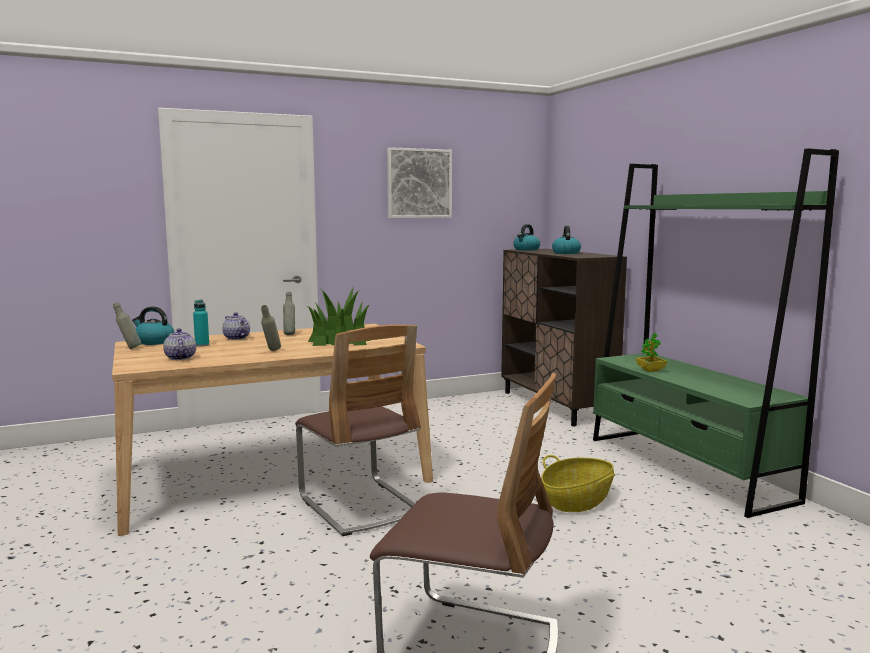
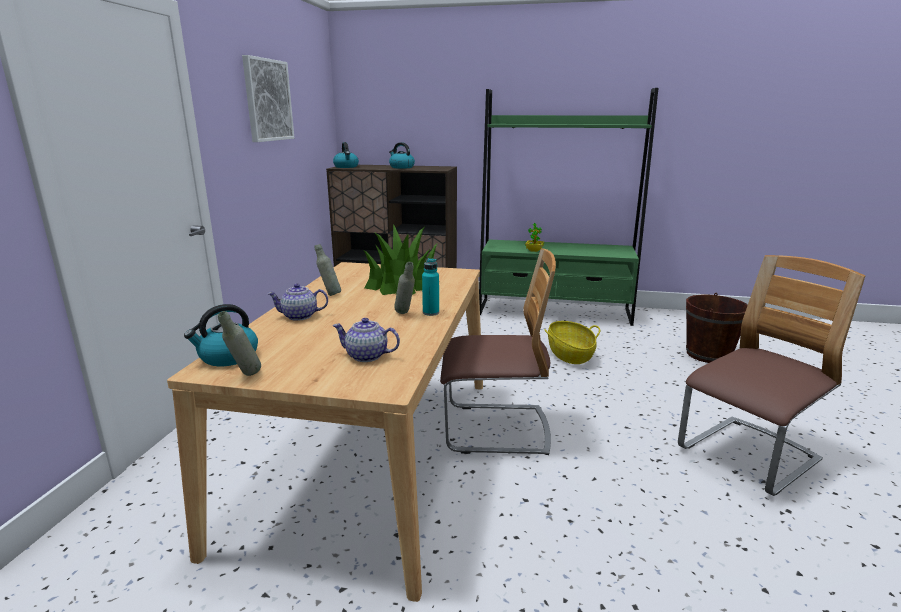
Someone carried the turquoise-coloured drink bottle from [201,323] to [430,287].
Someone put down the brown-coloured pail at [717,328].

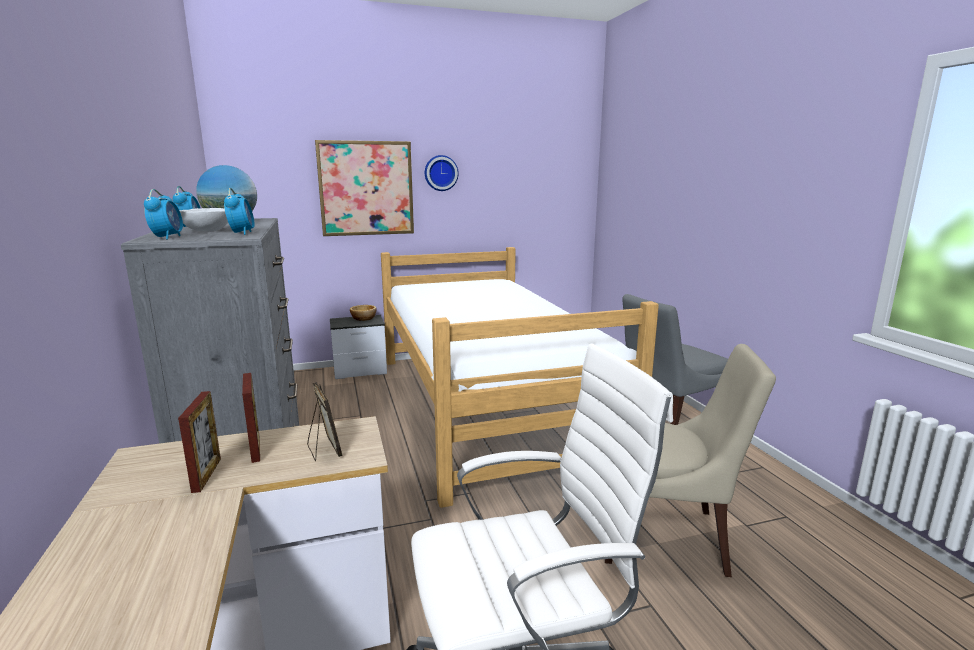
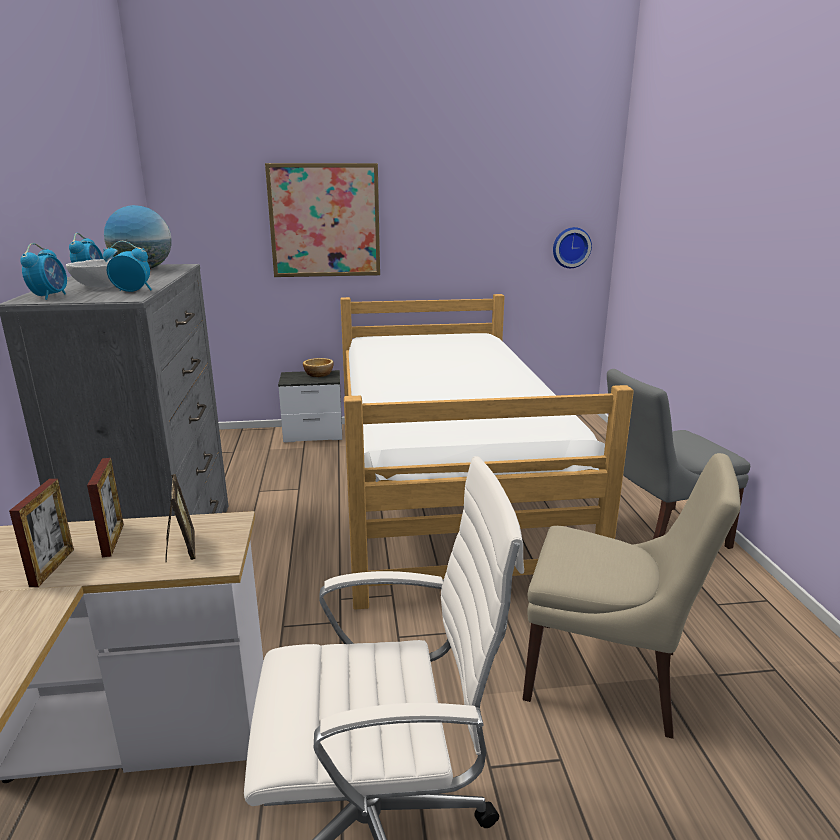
Someone carried the wall clock from [442,173] to [572,247].
Someone rotated the bedside clock at [239,211] by 90 degrees counterclockwise.

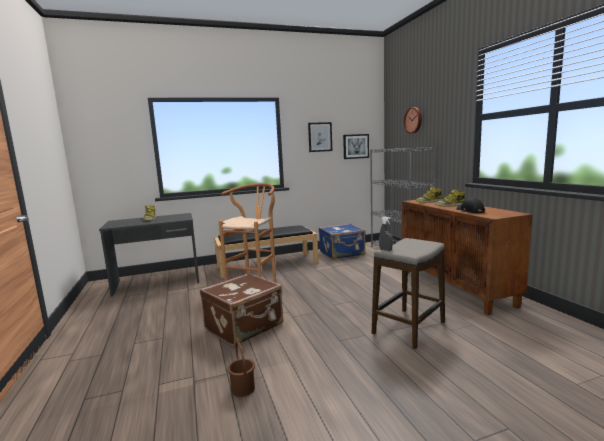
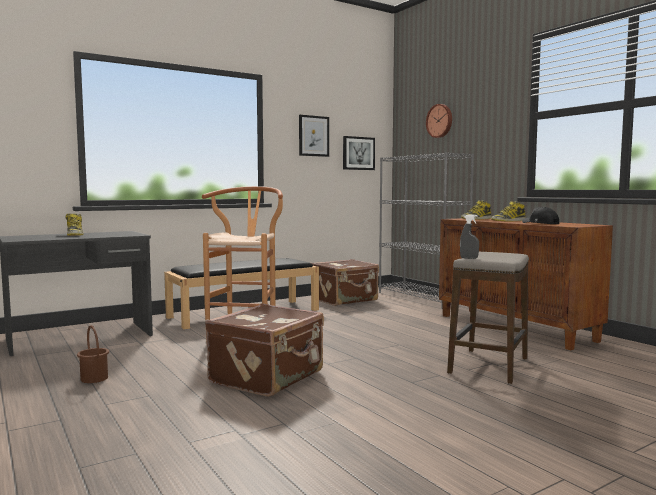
Someone repainted the blue suitcase at [341,241], which became the brown-coloured suitcase at [345,282].
Someone carried the brown-coloured pail from [241,369] to [93,354].

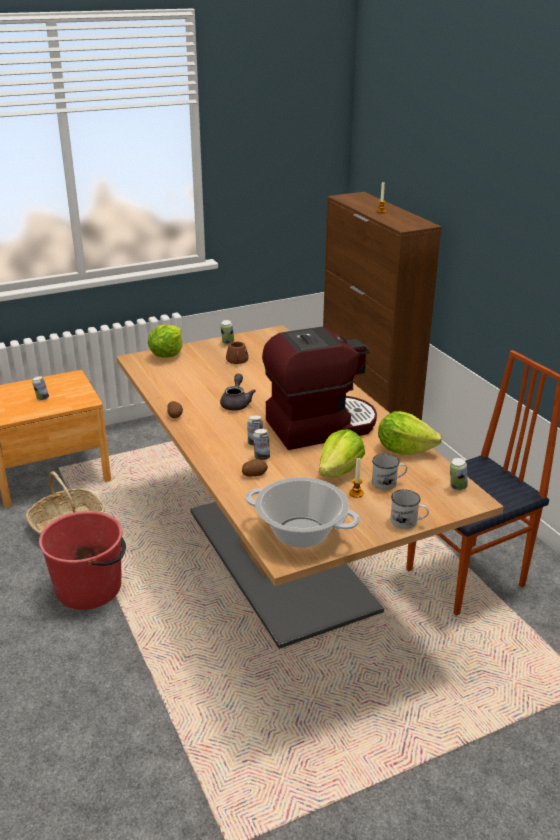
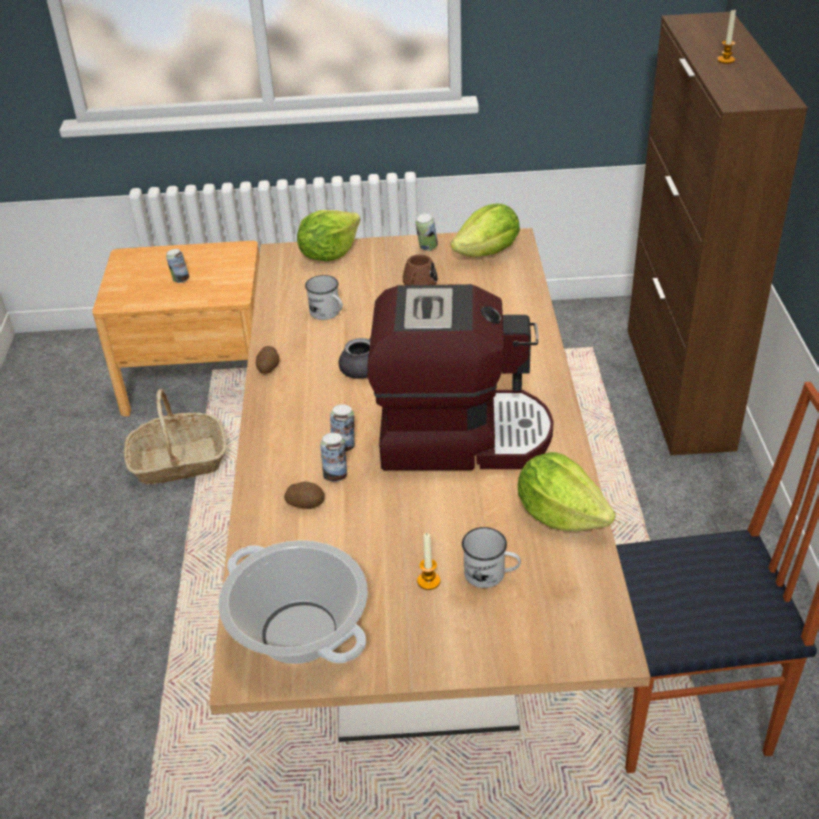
Someone carried the lettuce head from [342,453] to [485,230].
Someone took away the sealed can at [459,474].
Someone carried the white tea mug from [410,509] to [324,297].
Someone took away the red pail at [82,560].

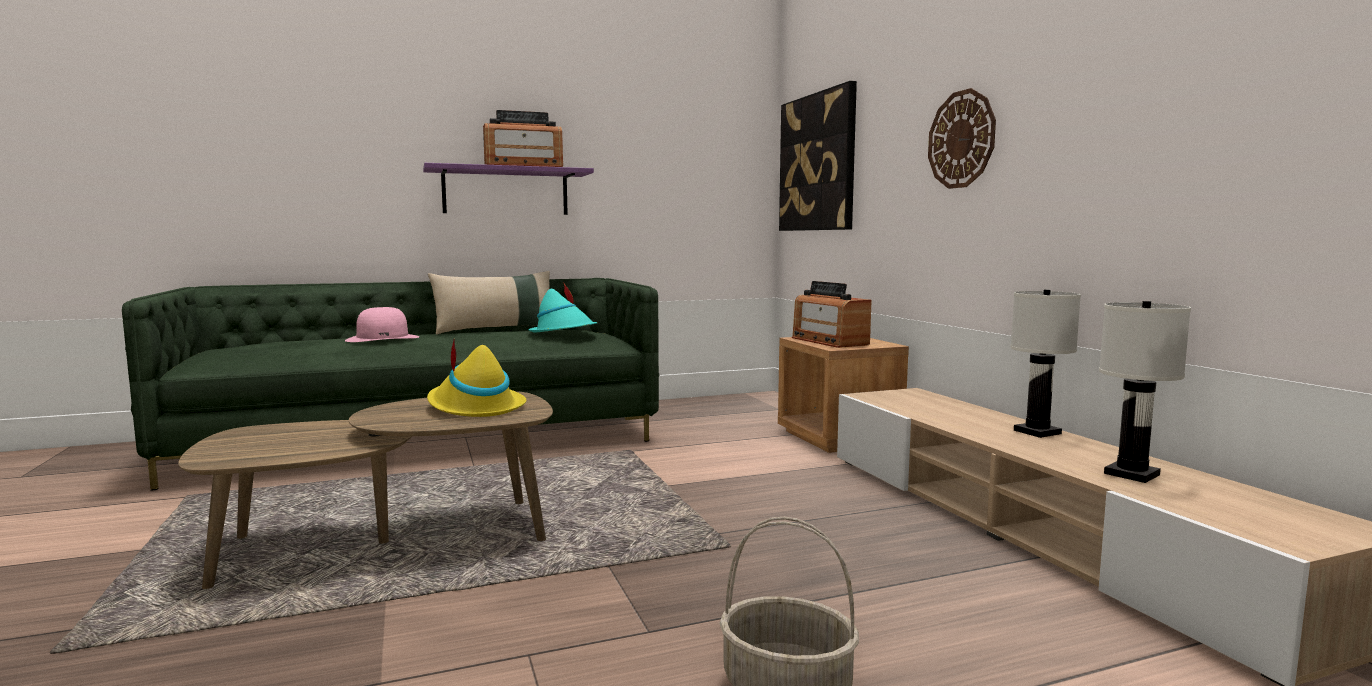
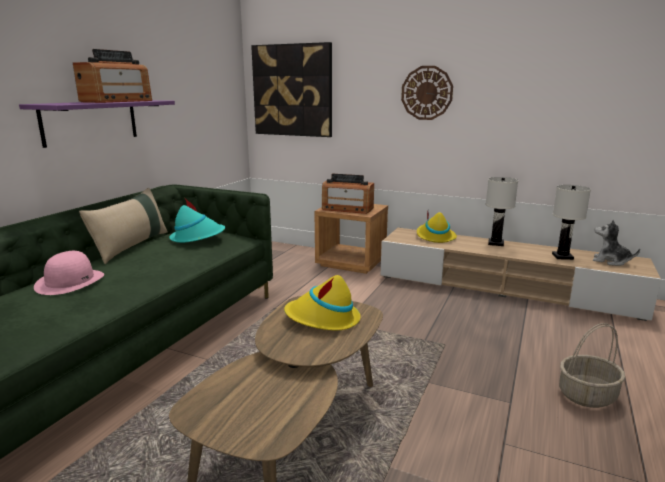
Someone put down the yellow wearable hat at [437,227].
Someone put down the cuddly toy at [616,243].

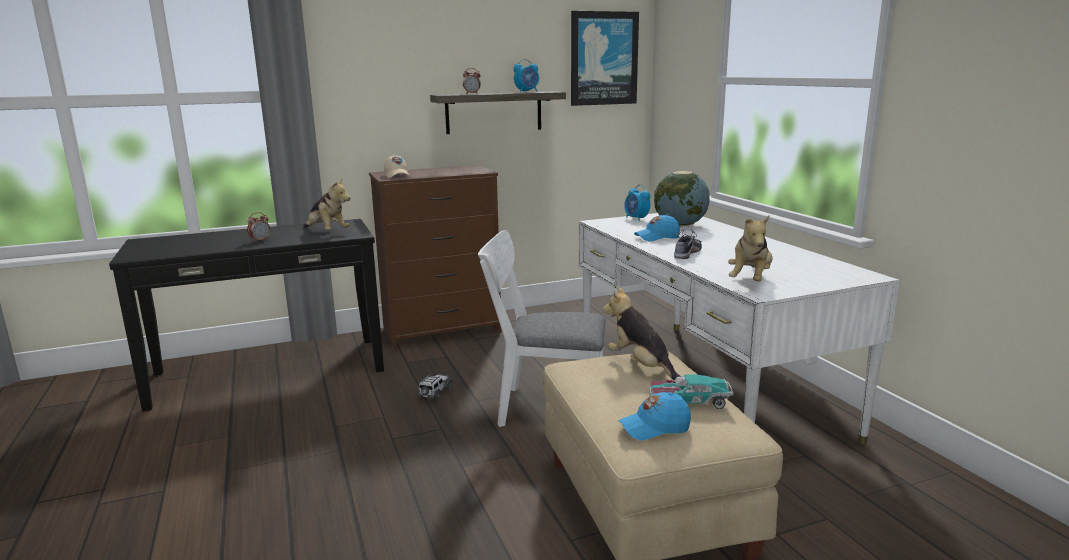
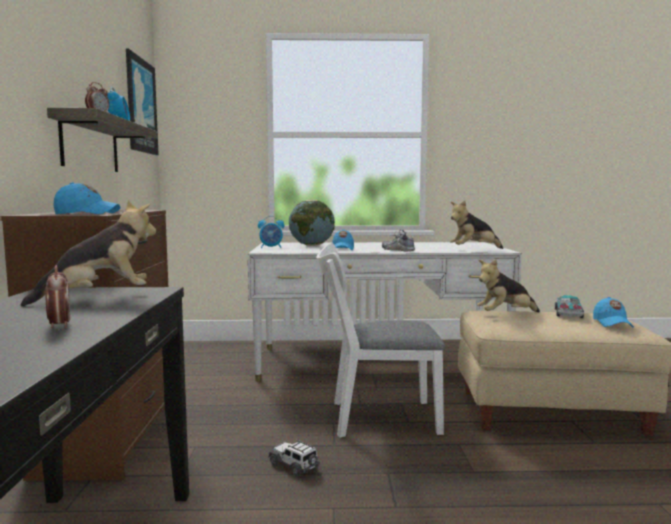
Someone repainted the beige baseball cap at [397,166], which became the blue baseball cap at [86,198].
Someone rotated the cuddly toy at [750,248] by 120 degrees clockwise.
Someone rotated the white upright chair at [541,328] by 60 degrees clockwise.

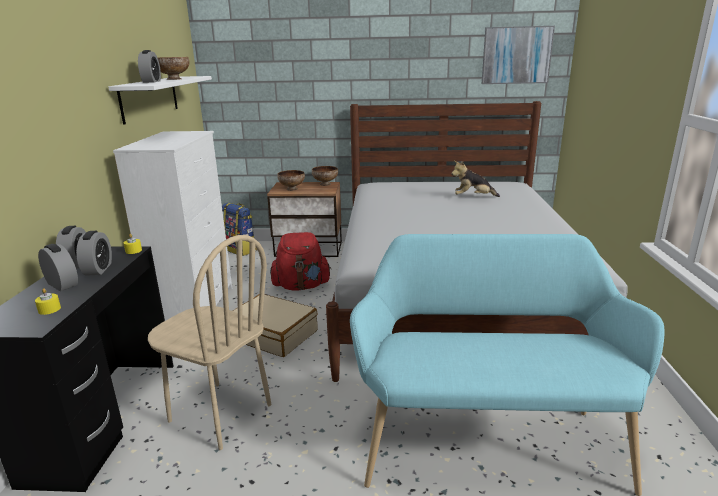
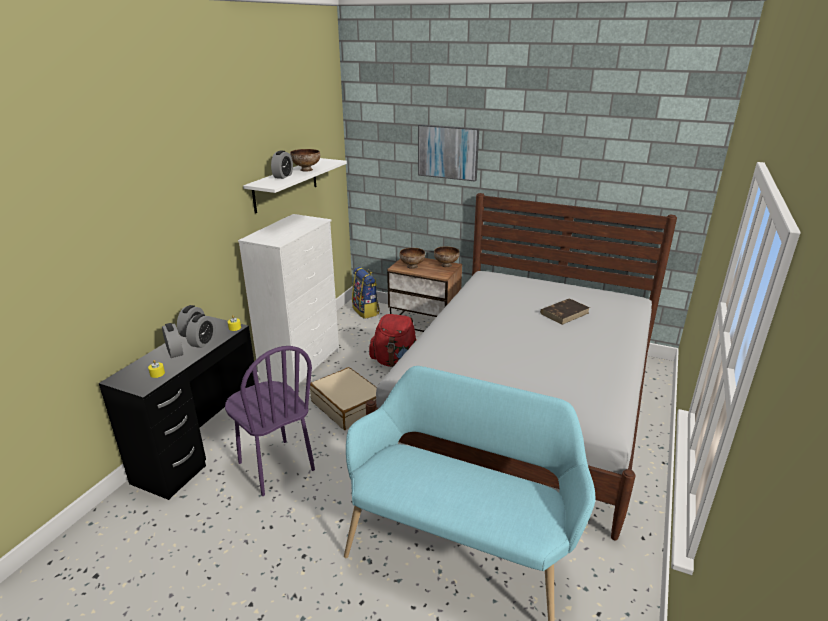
Someone carried the wall art from [518,55] to [448,153].
Someone swapped the cuddly toy at [475,179] for the brown-coloured volume at [565,312].
Someone repainted the beige upright chair at [209,342], which became the purplish upright chair at [270,421].

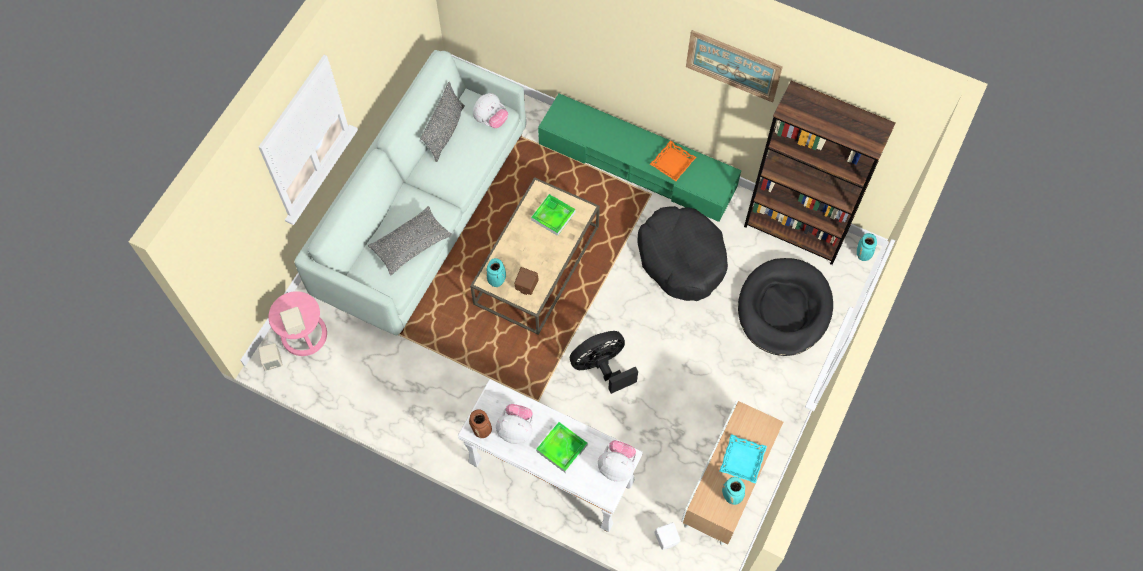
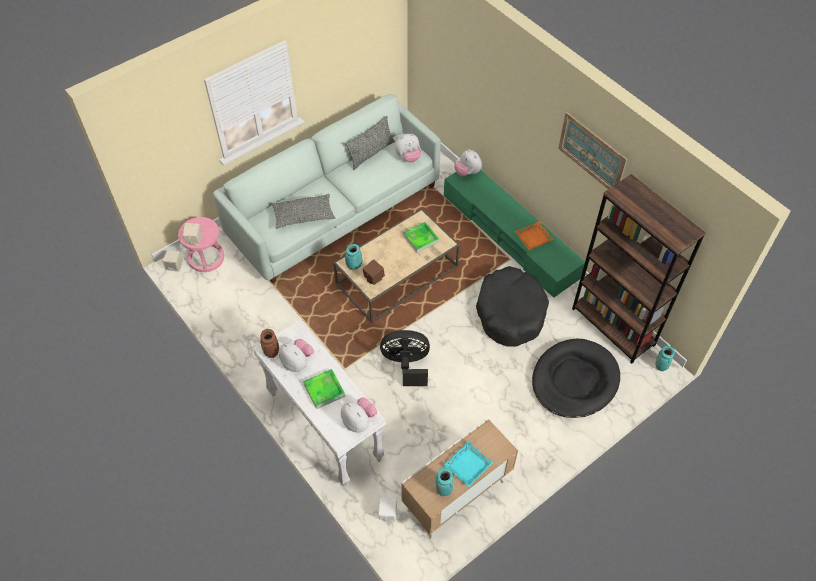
Someone put down the cuddly toy at [468,162].

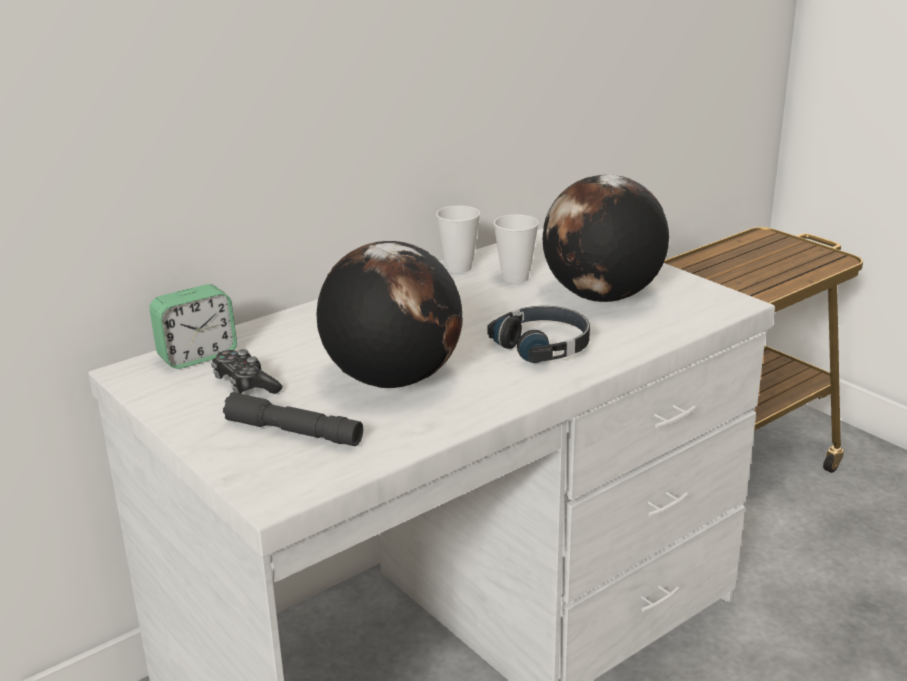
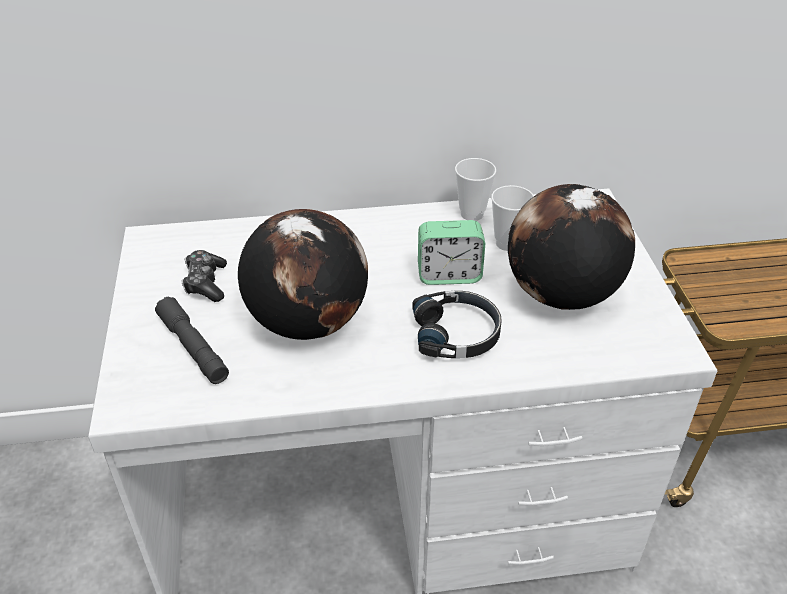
Someone carried the bedside clock from [193,326] to [451,252].

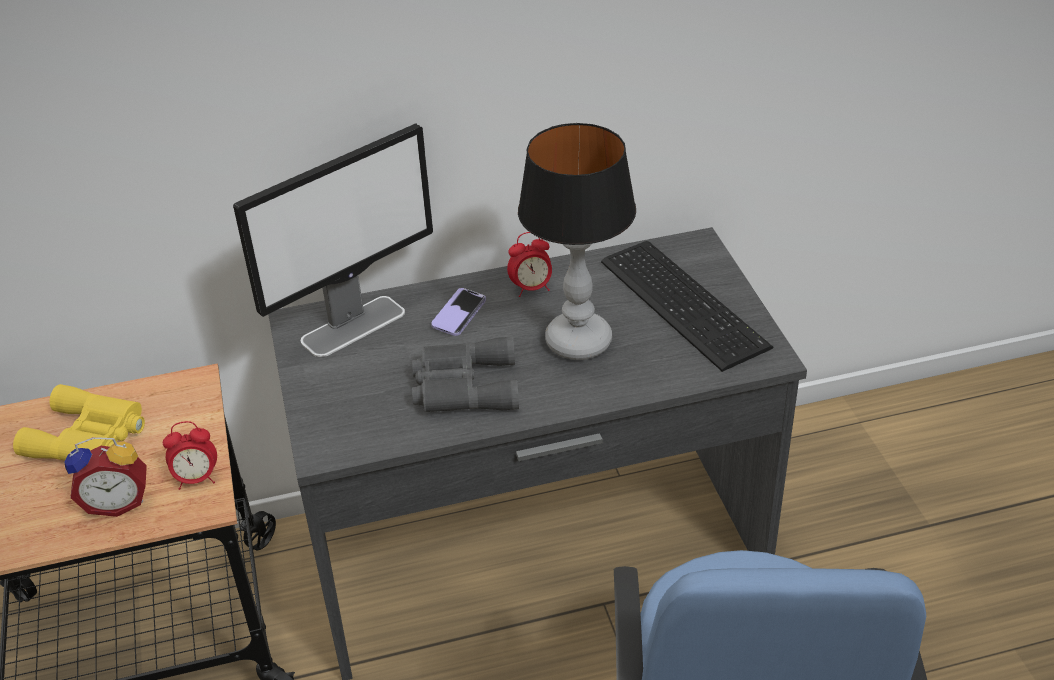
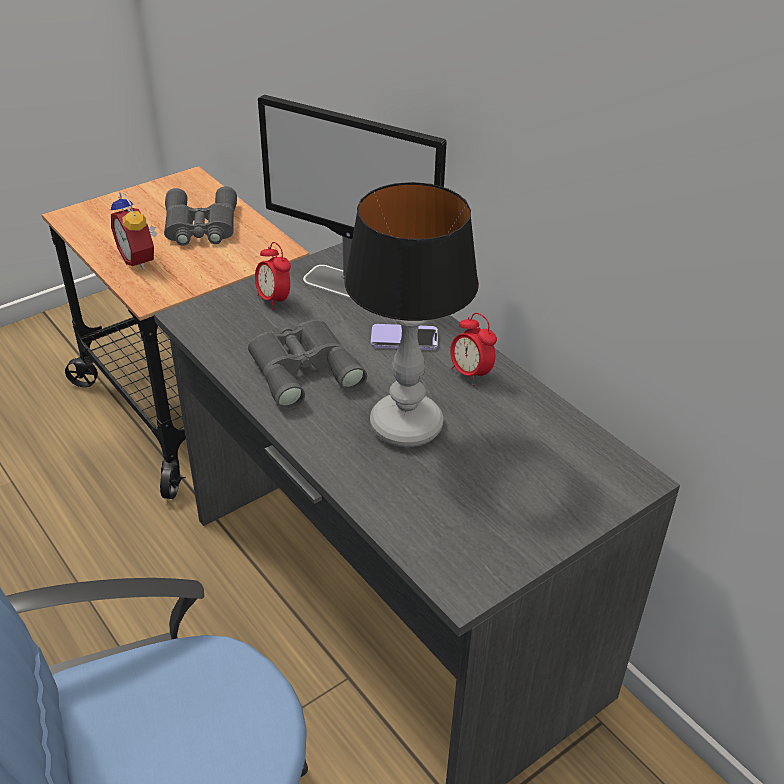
Someone took away the keyboard at [687,306].
Someone repainted the yellow binoculars at [79,422], which became the gray binoculars at [200,216].
Someone carried the bedside clock from [190,455] to [273,276].

